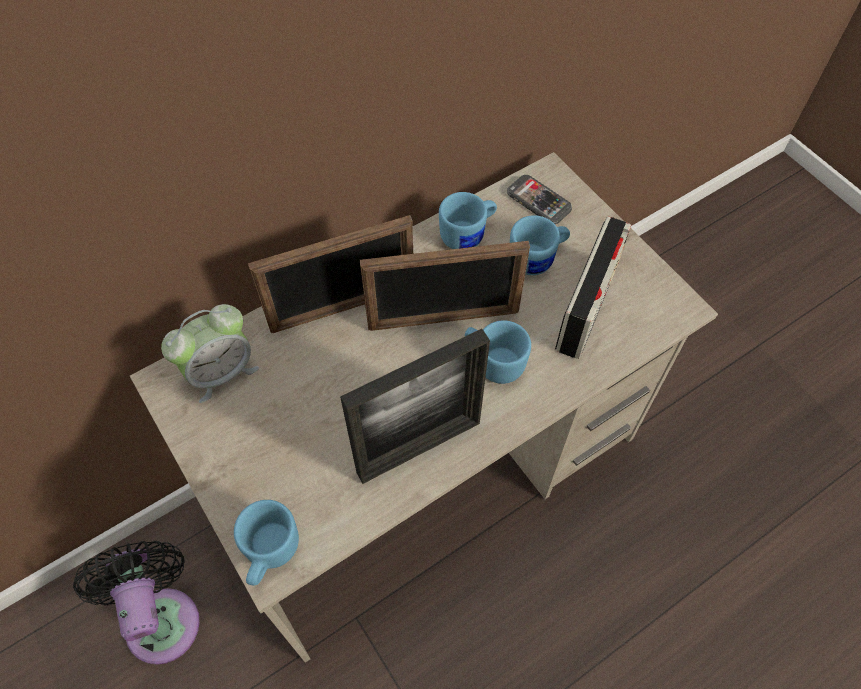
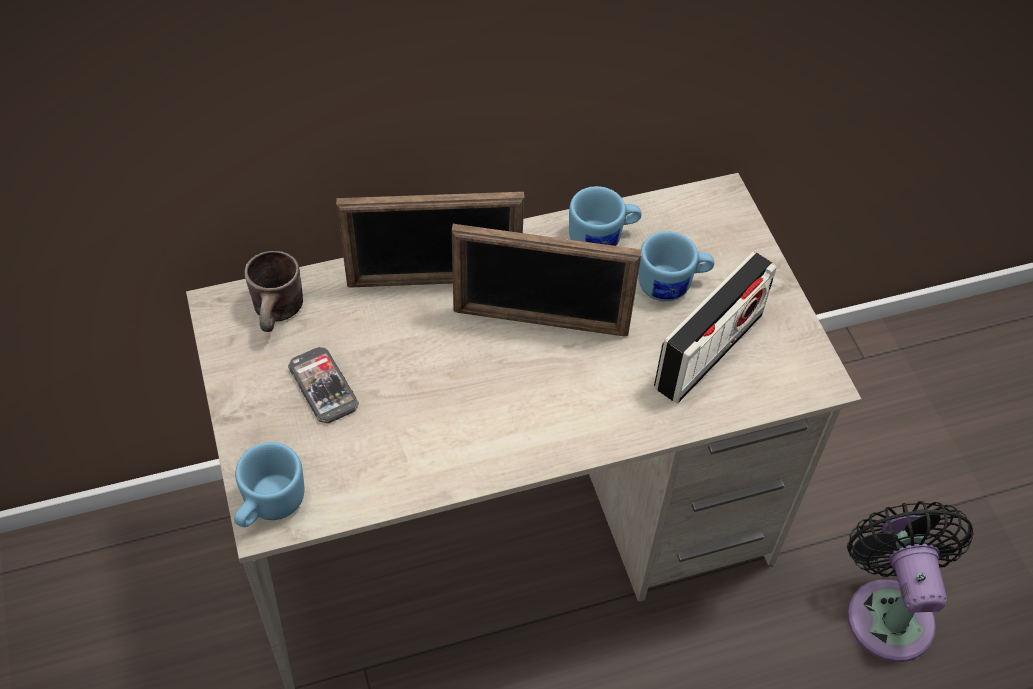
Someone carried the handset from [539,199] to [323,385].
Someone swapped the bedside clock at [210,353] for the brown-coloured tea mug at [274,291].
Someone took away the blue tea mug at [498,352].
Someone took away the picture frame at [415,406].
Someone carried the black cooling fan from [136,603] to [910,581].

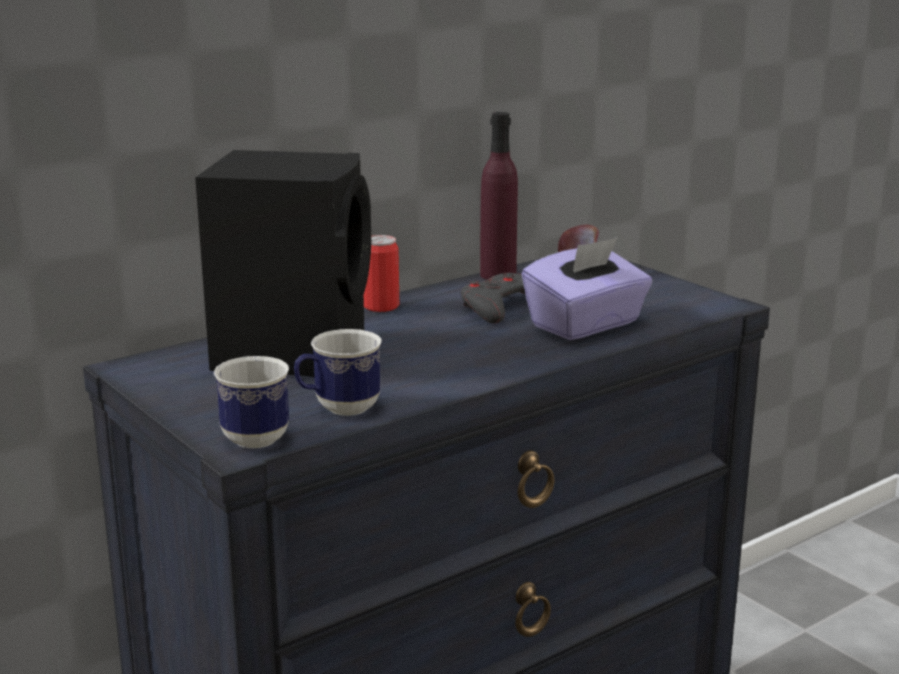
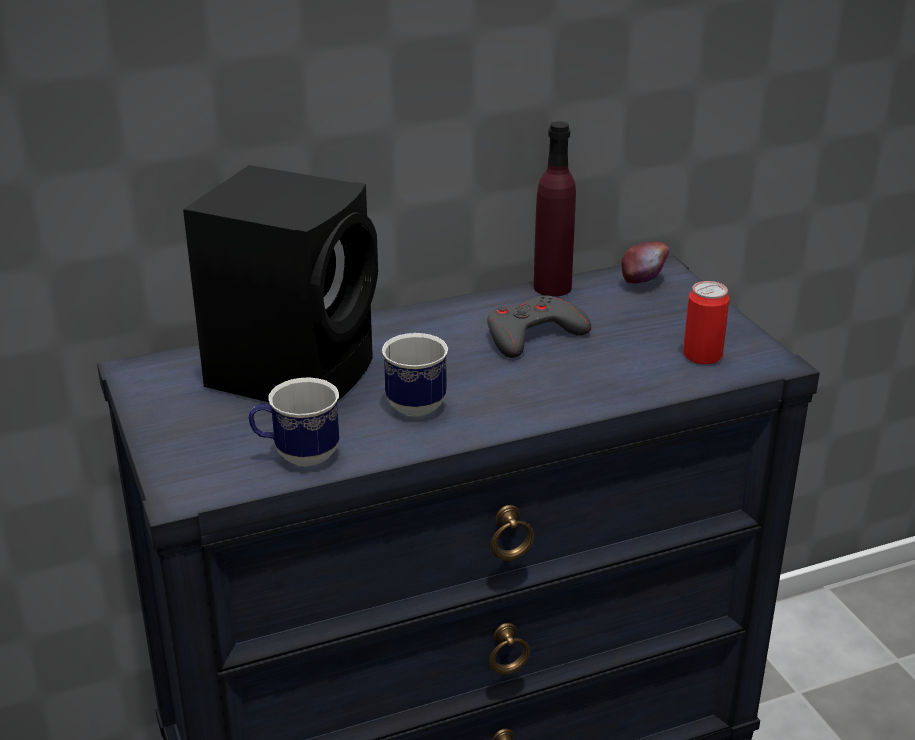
Someone carried the sealed can from [381,273] to [706,322].
Someone took away the purplish tissue holder at [587,288].
Someone carried the tea mug from [251,402] to [415,375].

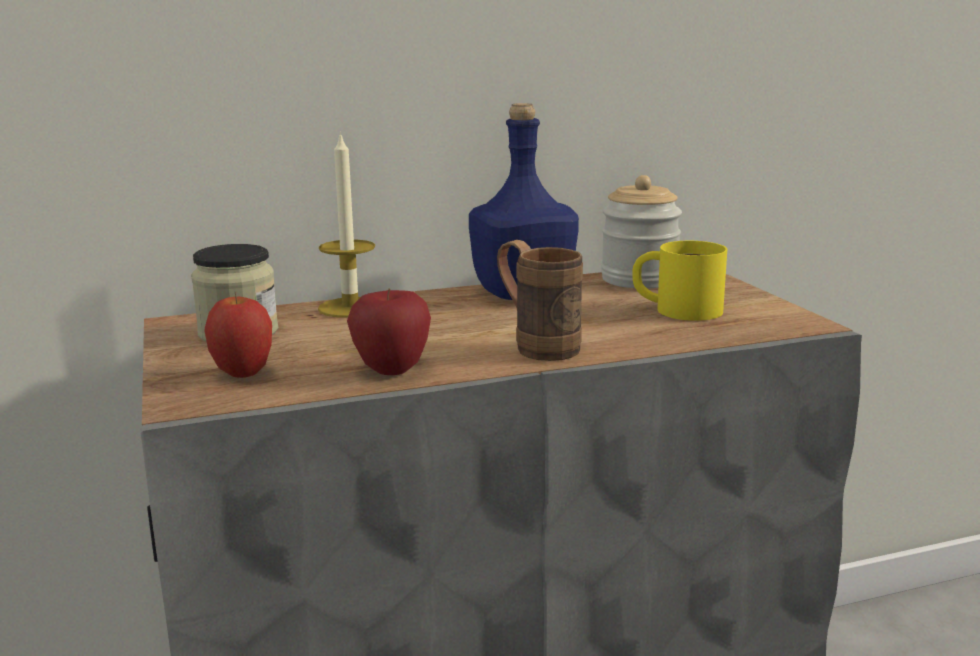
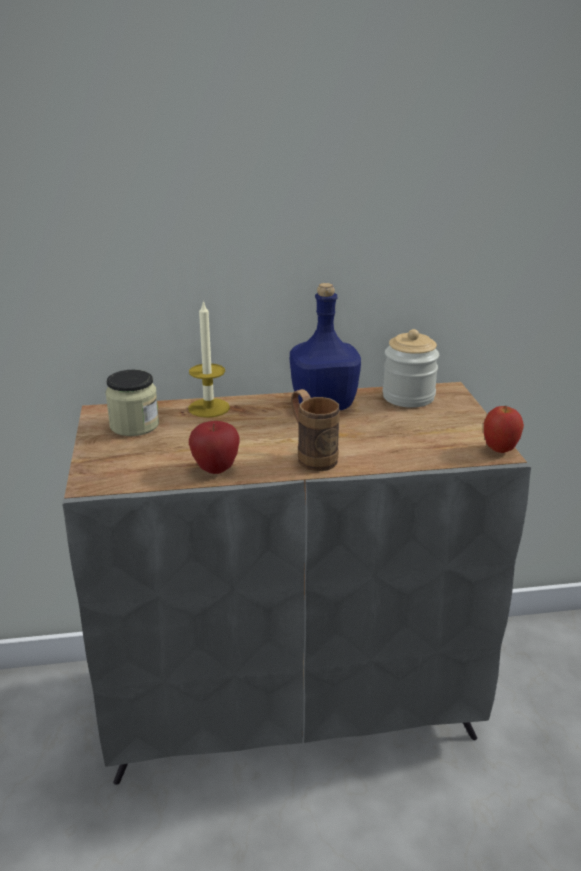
Someone took away the yellow tea mug at [679,281].
Someone carried the apple from [238,335] to [504,429].

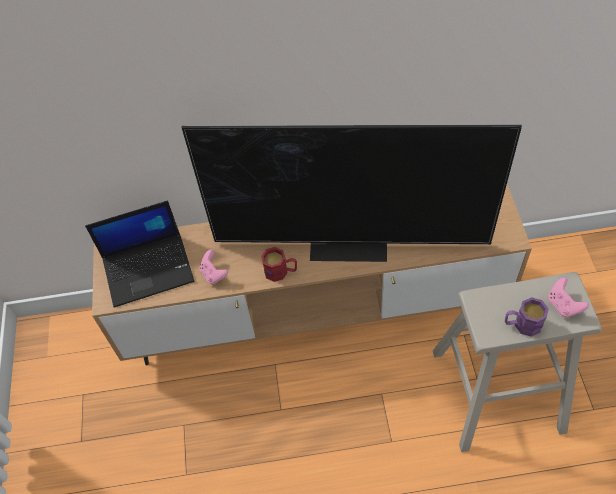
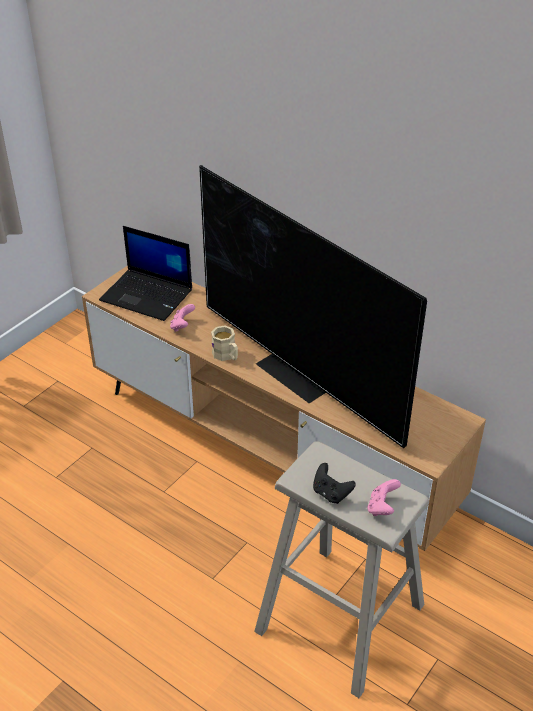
Someone repainted the red tea mug at [279,264], which became the beige tea mug at [224,343].
Someone swapped the purplish tea mug at [527,317] for the black joypad at [334,483].

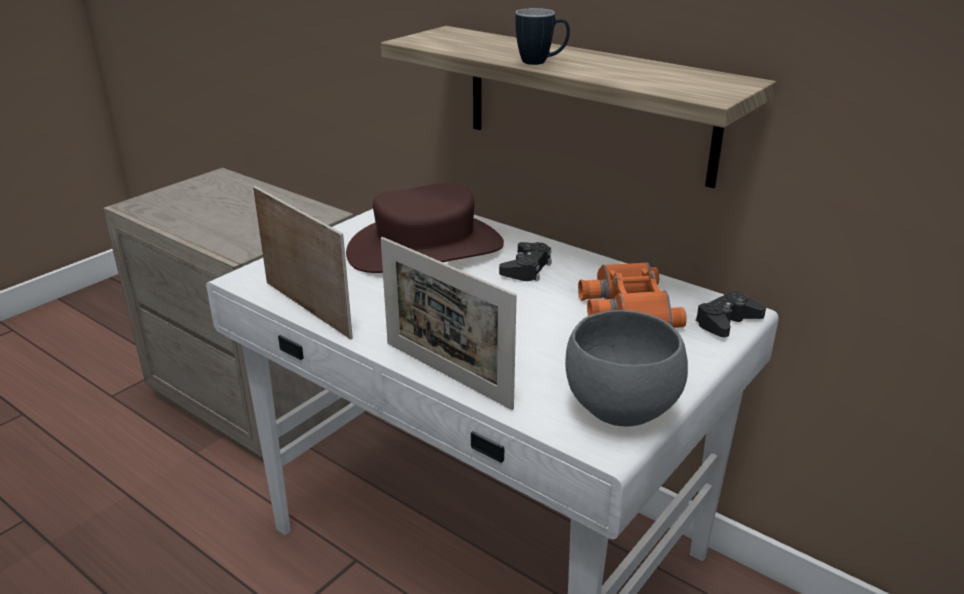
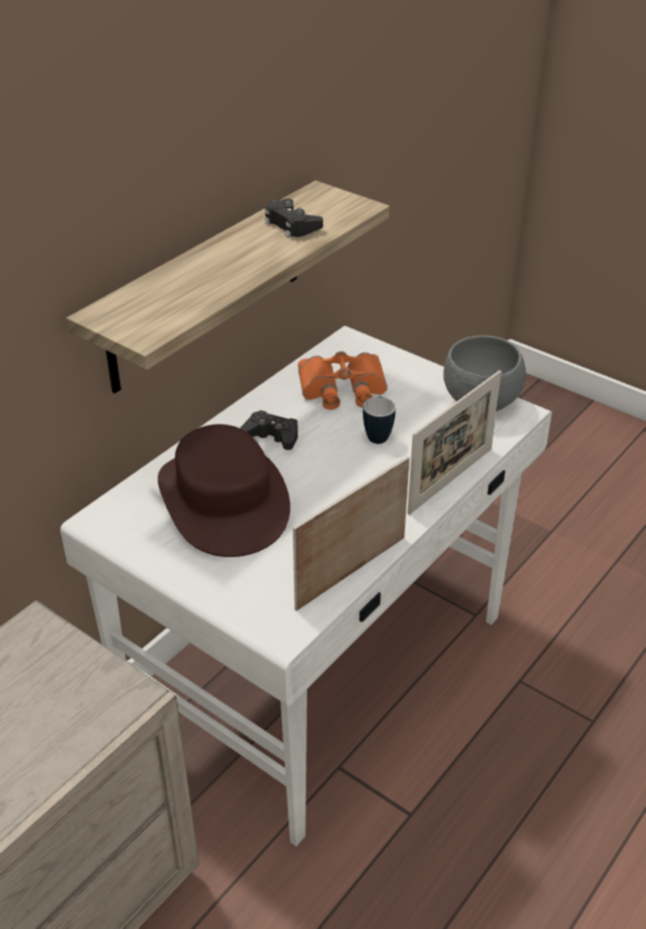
Someone carried the tea mug from [542,36] to [379,420].
Someone carried the black joypad from [730,314] to [294,218].

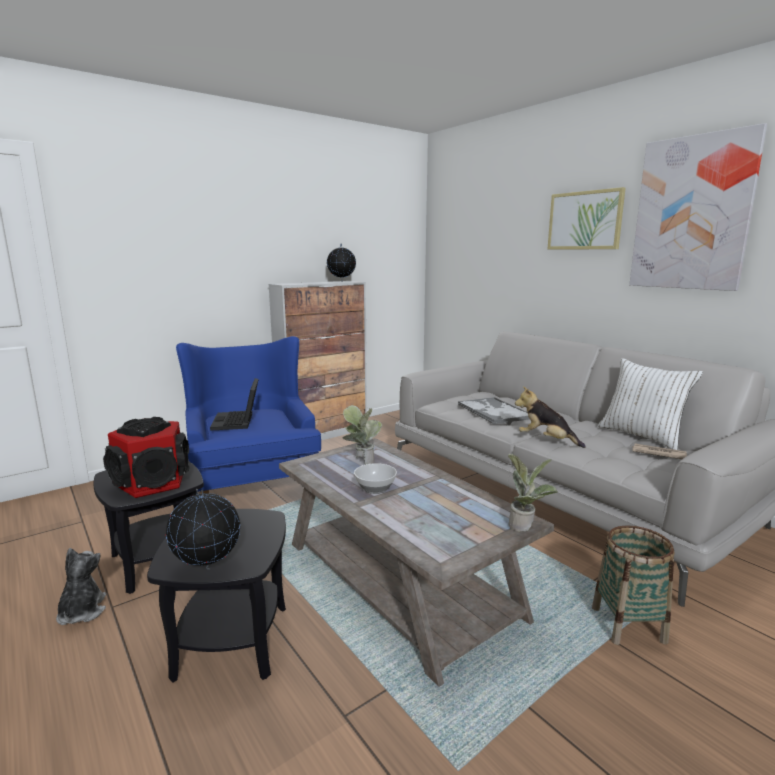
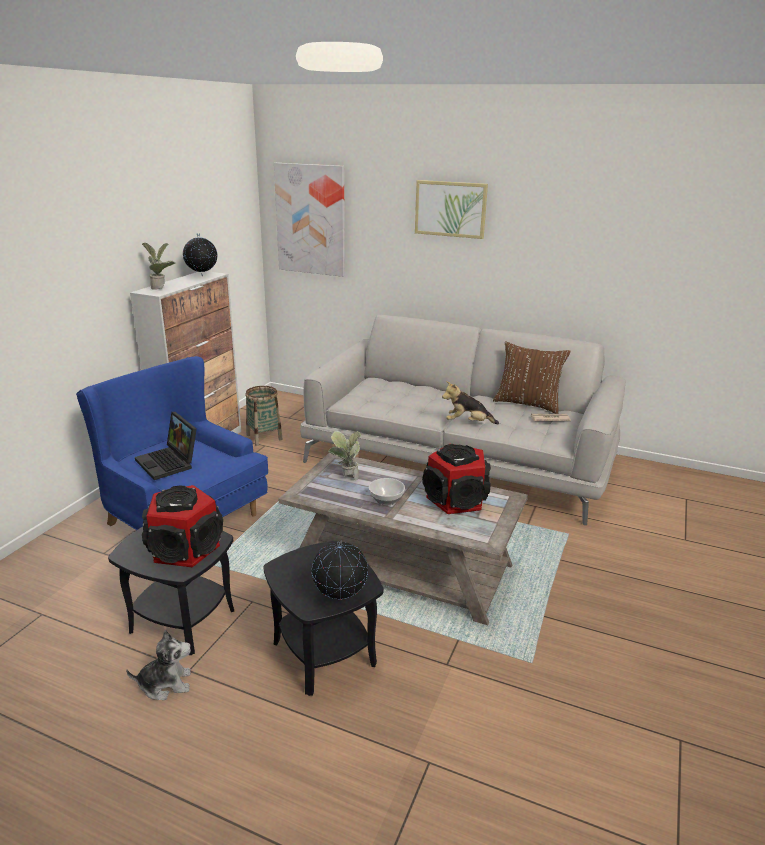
Someone carried the wall art from [698,207] to [309,220].
Someone repainted the white throw pillow at [650,404], which became the brown-coloured throw pillow at [531,377].
Someone took away the carrying tray at [493,410].
Someone carried the potted plant from [533,492] to [158,266].
Someone carried the basket from [633,585] to [264,416].
Someone rotated the cuddly toy at [81,586] by 120 degrees clockwise.
Someone put down the audio speaker at [456,479].

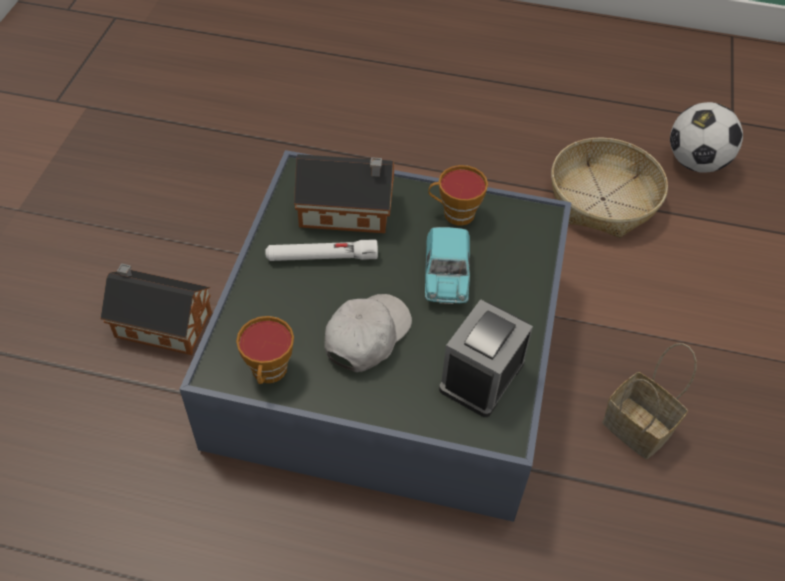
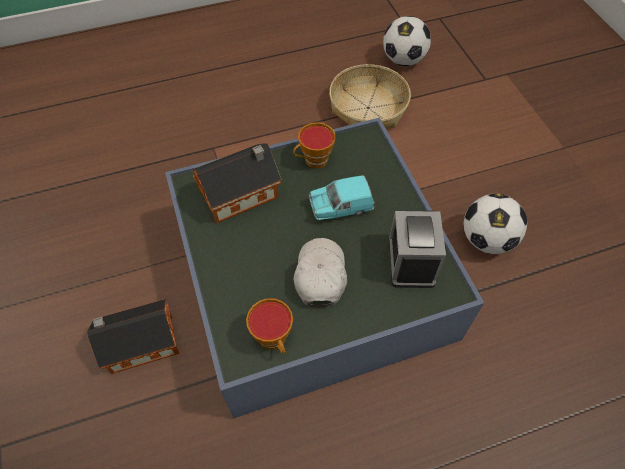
Someone rotated the turquoise-coloured model car at [447,265] by 105 degrees clockwise.
Someone took away the white torch at [321,250].
Someone swapped the basket at [649,401] for the football ball at [495,224].

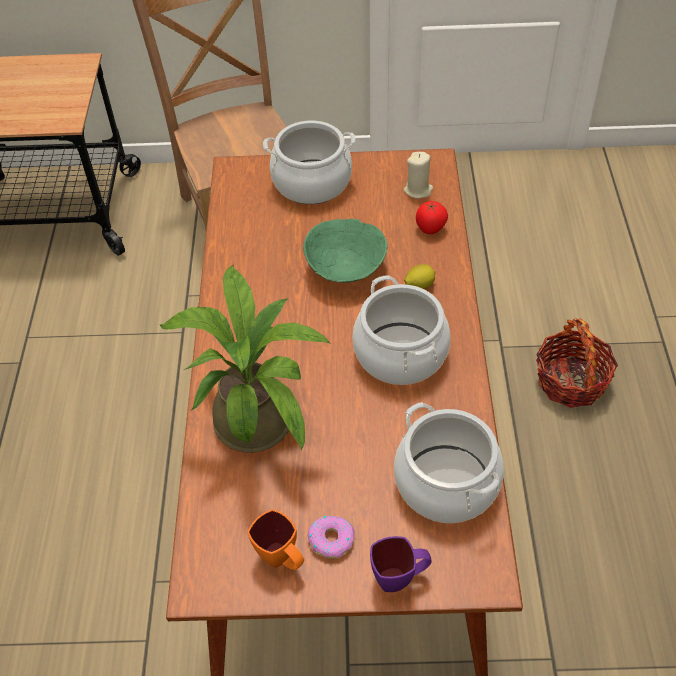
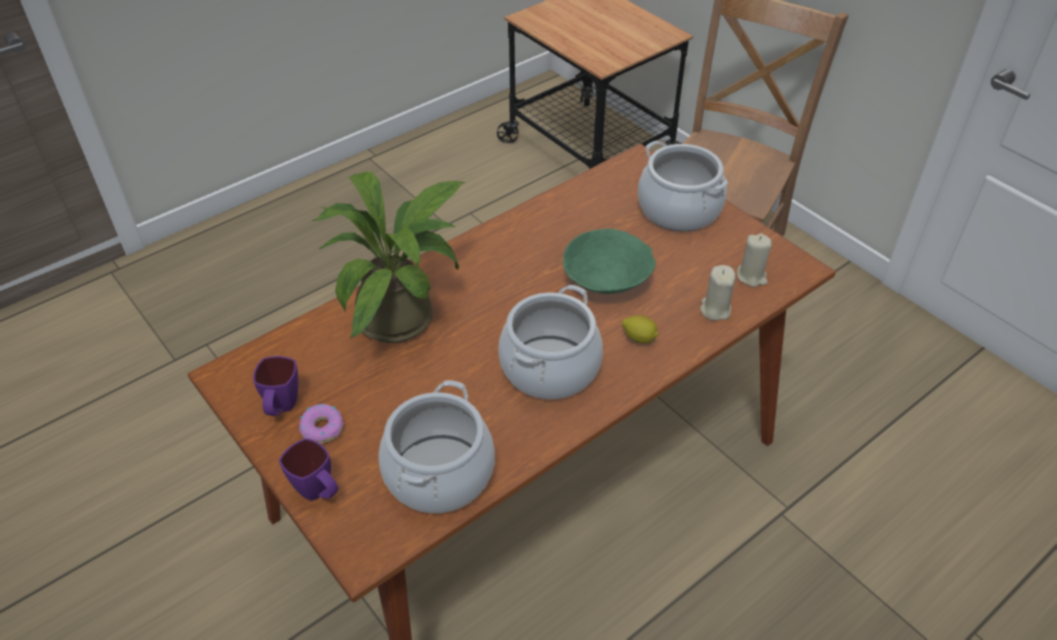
Someone swapped the fresh tomato at [432,217] for the beige wax candle at [718,293].
Someone took away the basket at [577,363].
Someone repainted the orangey tea mug at [275,539], which became the purplish tea mug at [275,386].

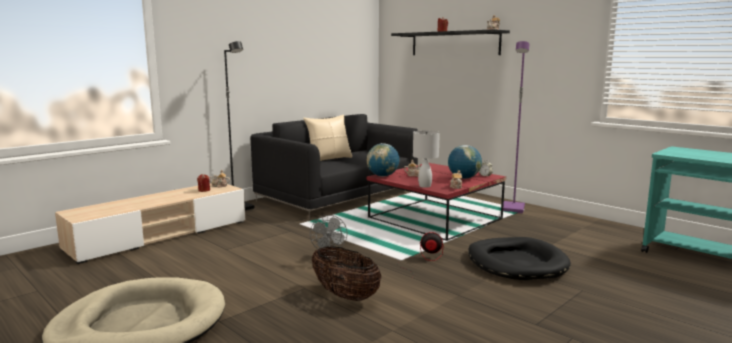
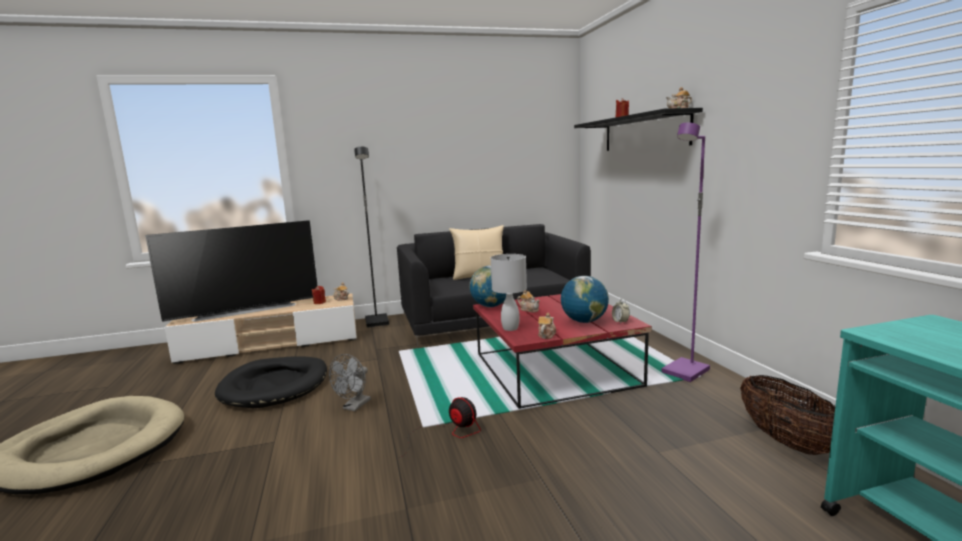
Someone carried the black dog bed from [519,258] to [271,382].
Someone carried the basket from [346,273] to [787,415].
Someone put down the TV set at [231,271].

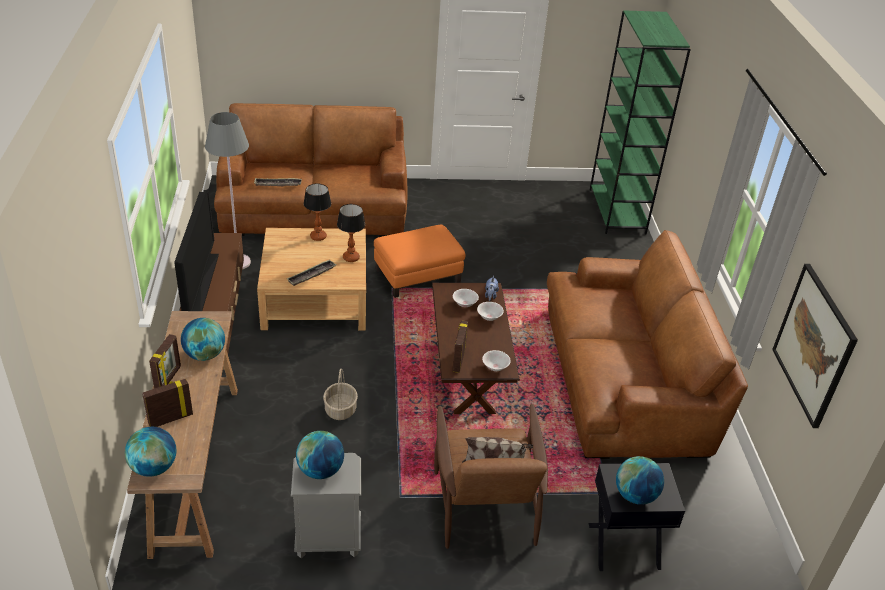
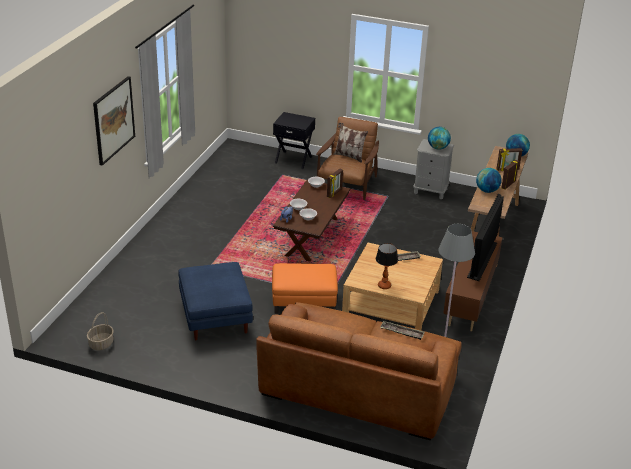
Someone took away the greenish shelving unit at [640,122].
Someone took away the lamp for a table at [351,233].
Someone took away the brown-coloured sofa at [647,344].
Someone carried the wall art from [815,346] to [114,121].
Someone carried the basket from [340,394] to [100,331].
Someone took away the globe at [640,480].
Someone put down the blue ottoman at [215,301].

